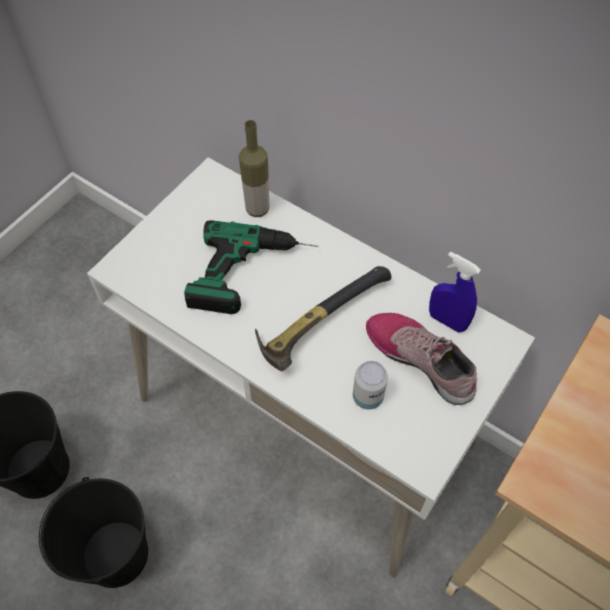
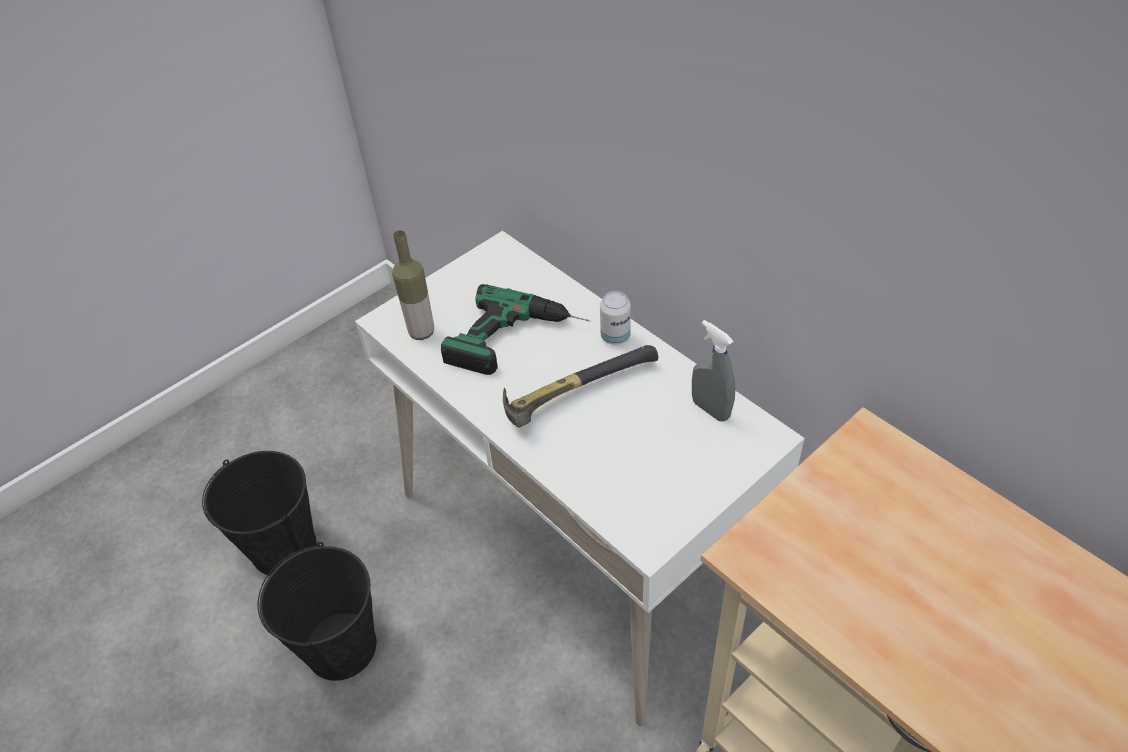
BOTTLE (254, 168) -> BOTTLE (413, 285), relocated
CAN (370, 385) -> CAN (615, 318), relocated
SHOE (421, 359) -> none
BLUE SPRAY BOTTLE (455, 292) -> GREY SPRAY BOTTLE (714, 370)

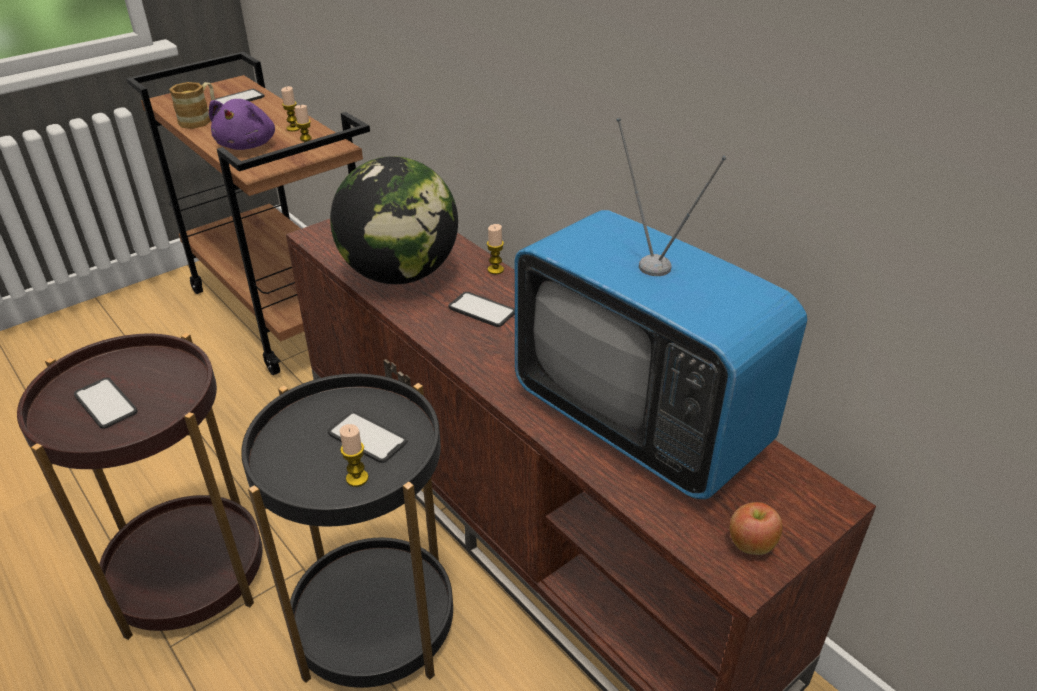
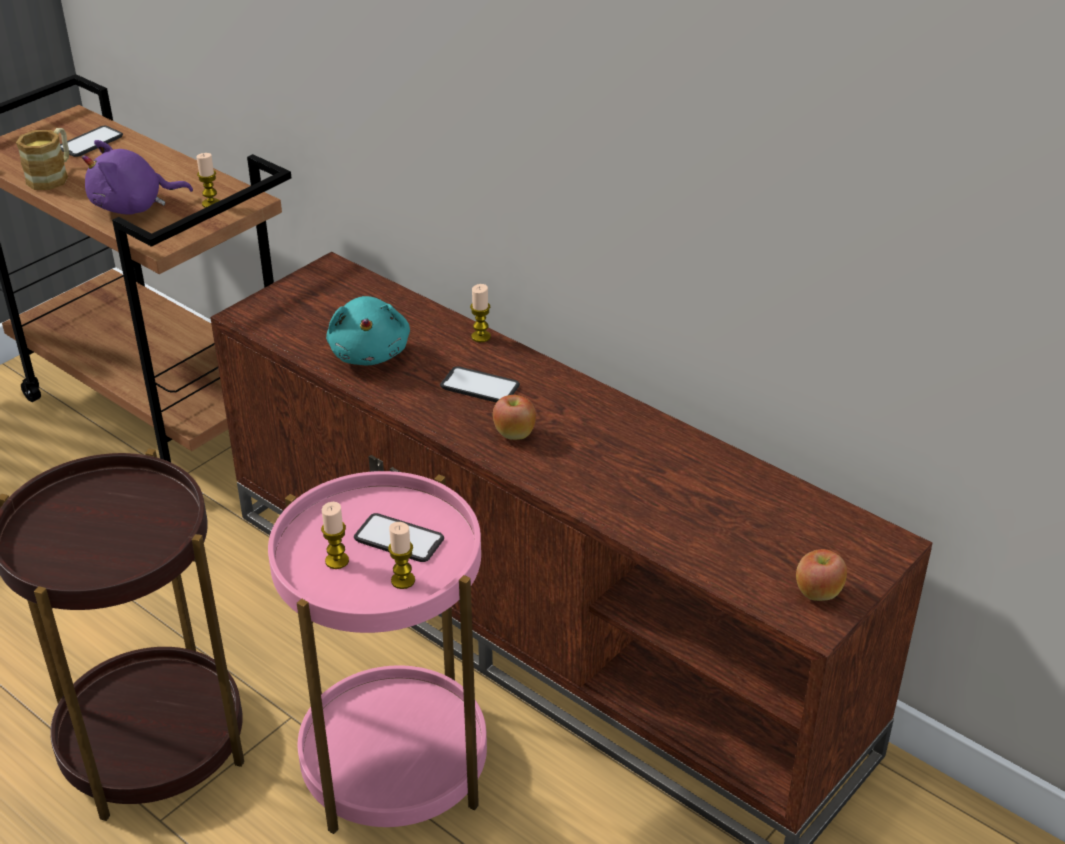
PHONE (106, 403) -> none
PURPLE PLUSH TOY (242, 124) -> PURPLE PLUSH TOY (137, 177), 75 degrees clockwise
BLACK SIDE TABLE (347, 531) -> PINK SIDE TABLE (377, 652)
CANDLE (290, 108) -> CANDLE (335, 535), relocated
GLOBE (394, 220) -> TURQUOISE PLUSH TOY (368, 330)
TELEVISION (661, 308) -> none
none -> APPLE (514, 417)

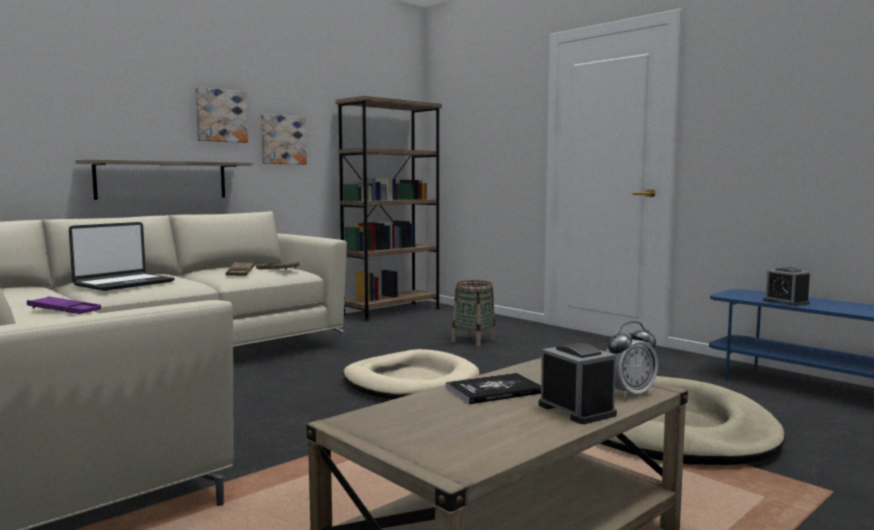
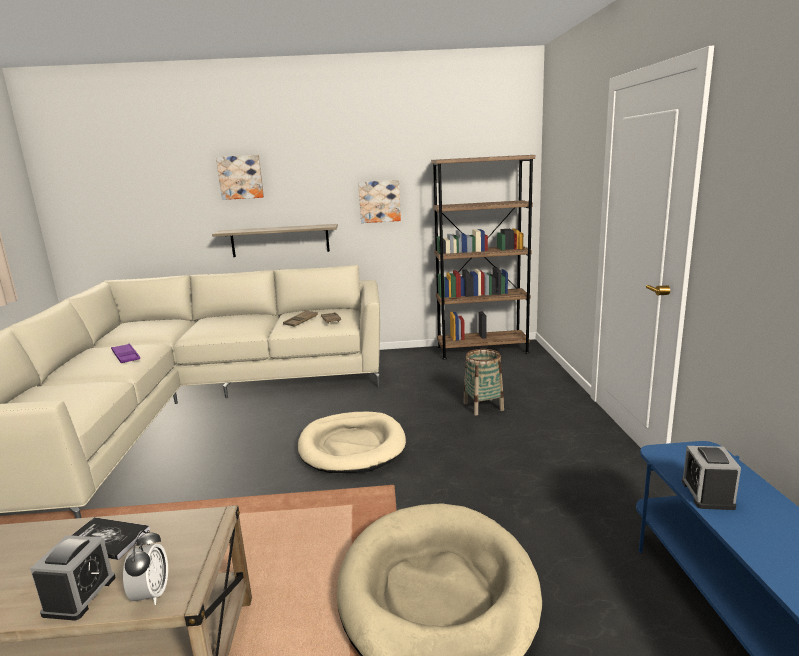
LAPTOP (122, 256) -> none
PICTURE (221, 115) -> PICTURE (240, 177), relocated
ALARM CLOCK (632, 360) -> ALARM CLOCK (145, 567), 105 degrees counterclockwise

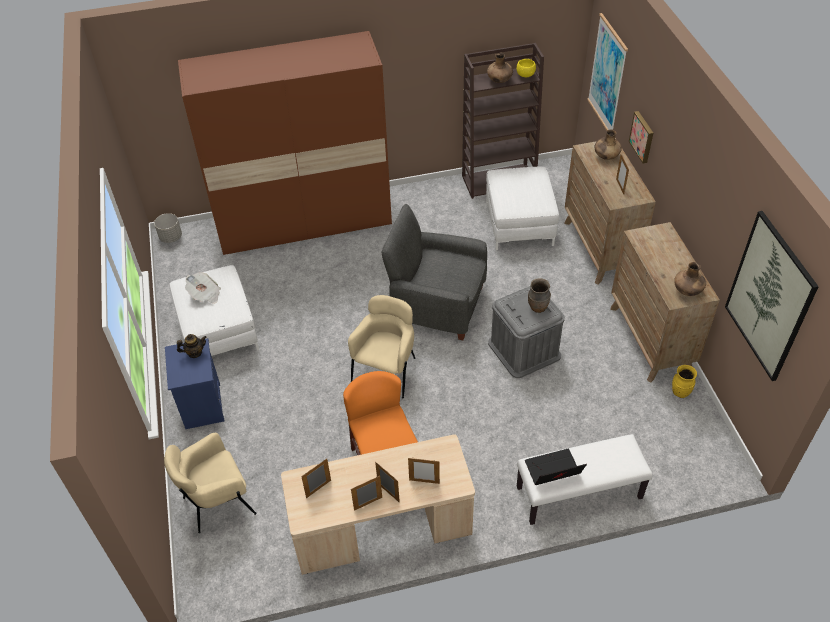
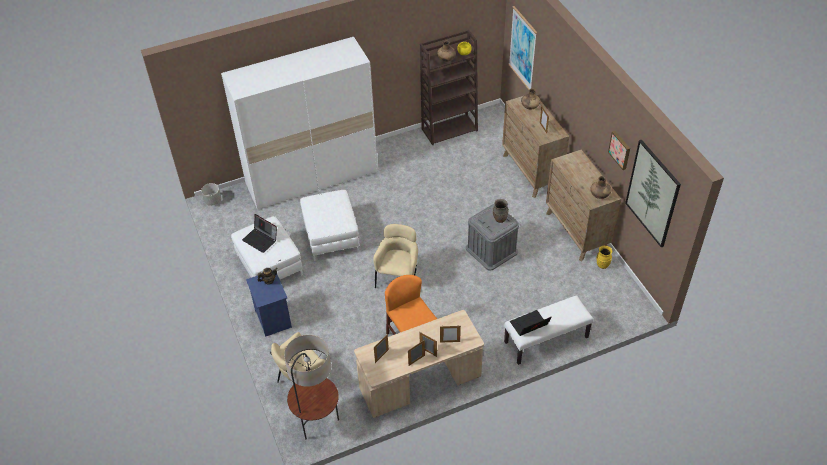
BROWN WARDROBE (285, 143) -> WHITE WARDROBE (299, 123)
NEWSPAPER (203, 288) -> LAPTOP (259, 233)
GREY ARMCHAIR (434, 272) -> none
WHITE OTTOMAN (522, 208) -> WHITE OTTOMAN (329, 225), relocated
PICTURE (641, 137) -> PICTURE (619, 150), relocated
none -> FLOOR LAMP (311, 387)

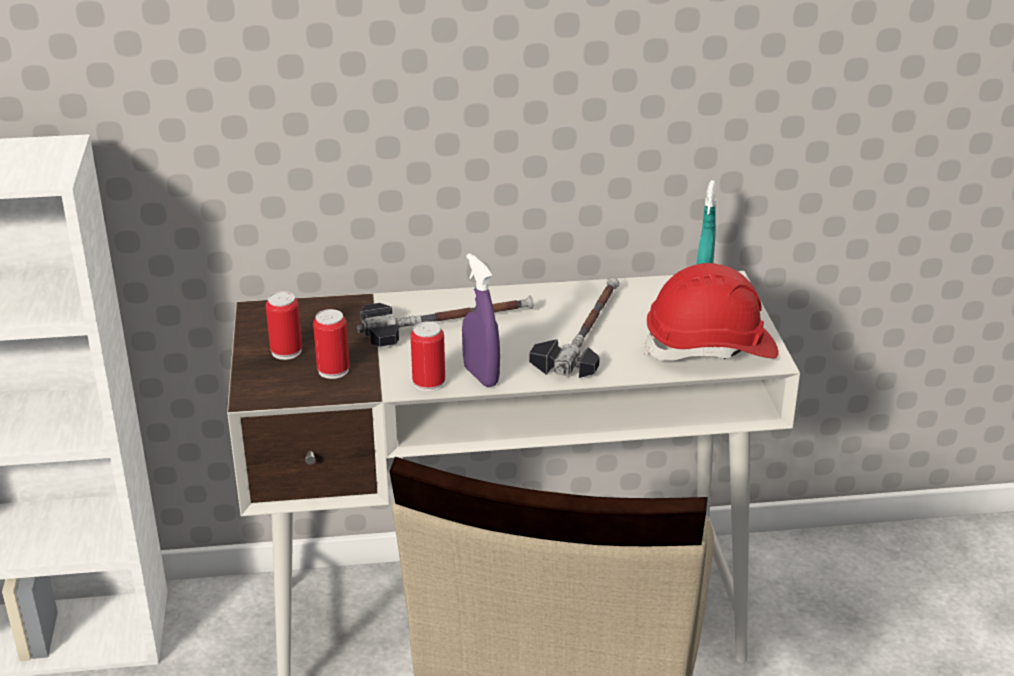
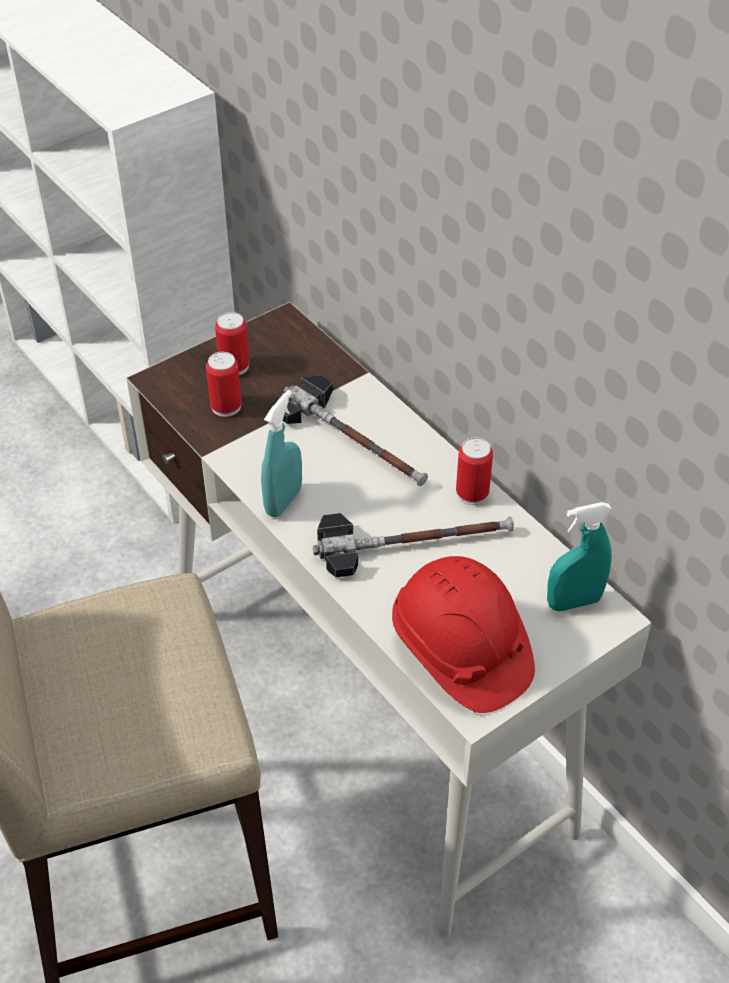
CAN (428, 356) -> CAN (474, 471), relocated
PURPLE SPRAY BOTTLE (481, 320) -> TURQUOISE SPRAY BOTTLE (281, 453)

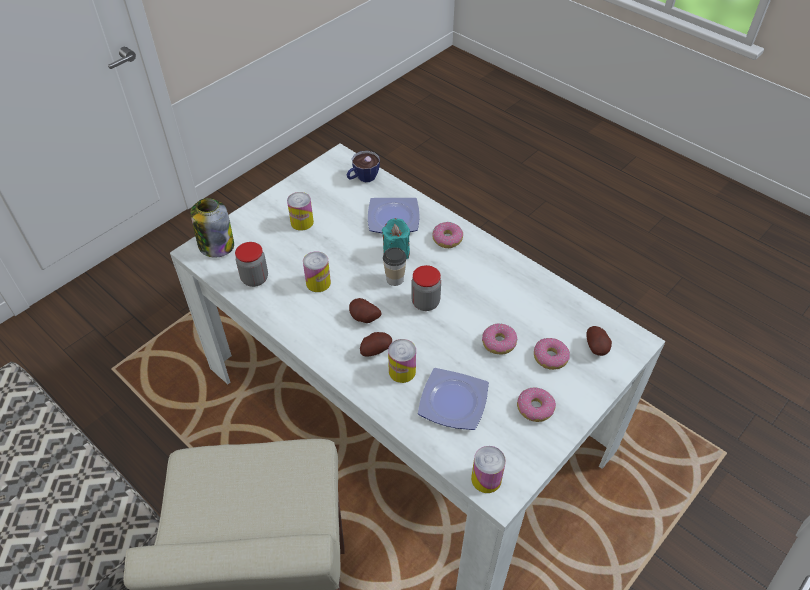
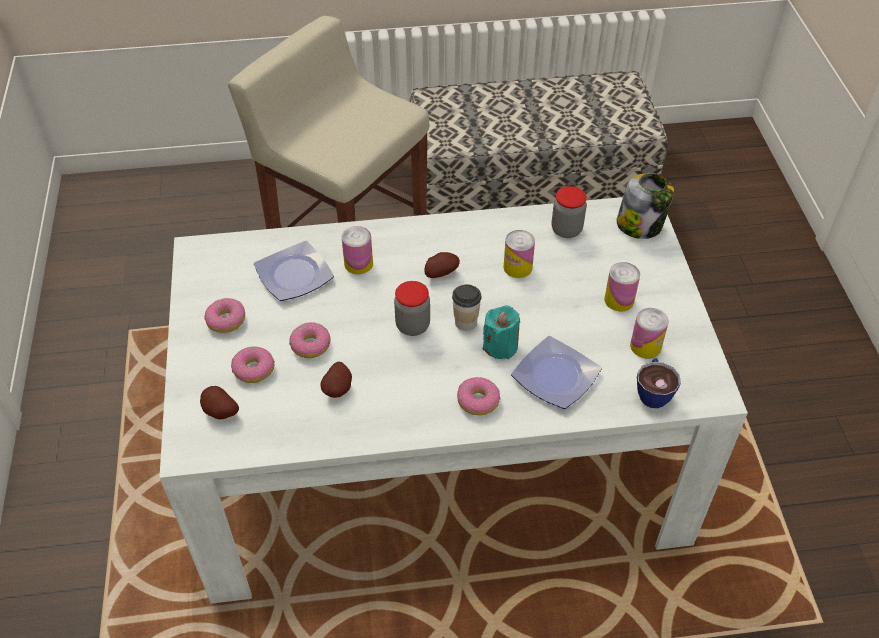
POTATO (376, 344) -> POTATO (336, 380), relocated
CAN (488, 469) -> CAN (649, 333), relocated

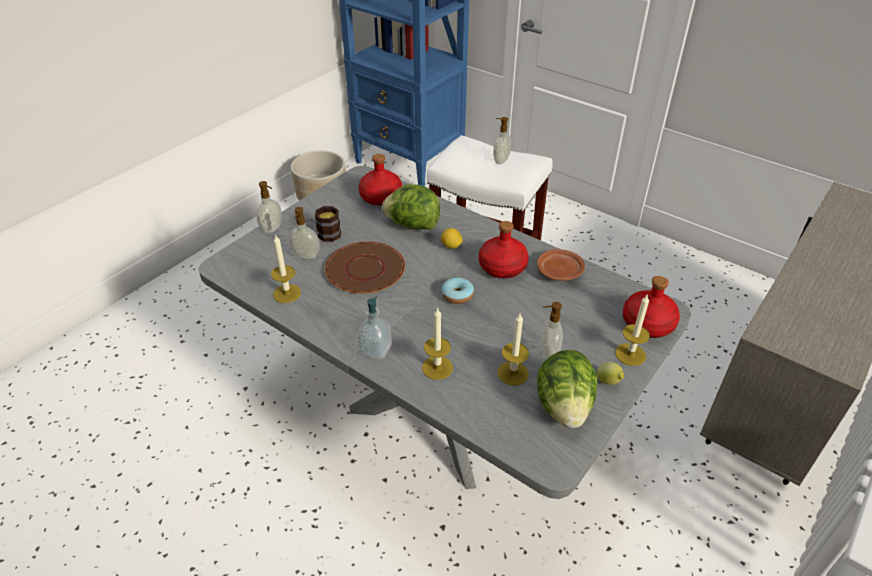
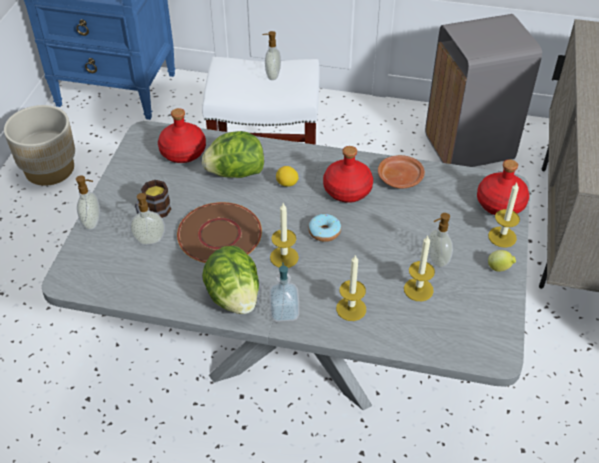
CANDLE (286, 268) -> CANDLE (284, 235), relocated
LETTUCE (567, 389) -> LETTUCE (230, 279), relocated
none -> GREY TRASH CAN (483, 90)

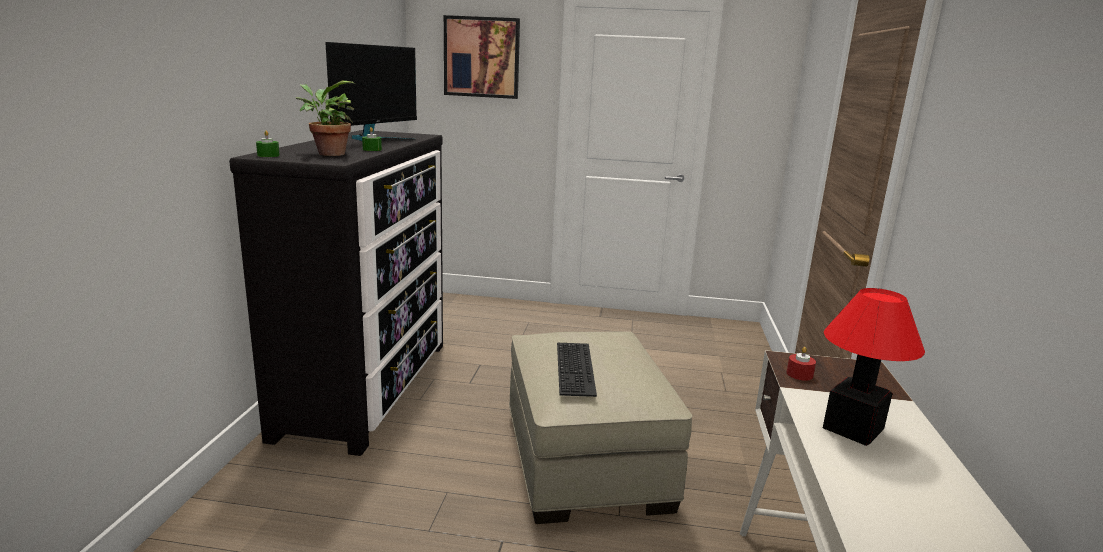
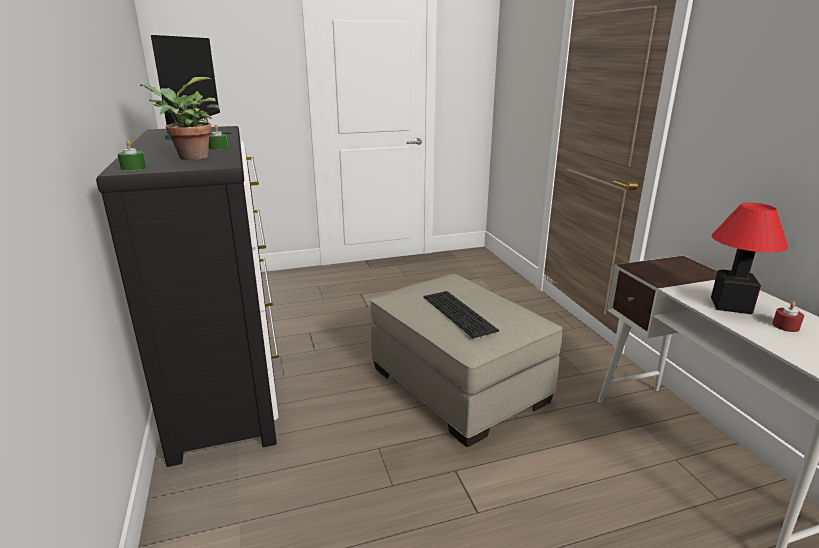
PICTURE (482, 57) -> none
RED CANDLE (801, 364) -> RED CANDLE (788, 317), relocated

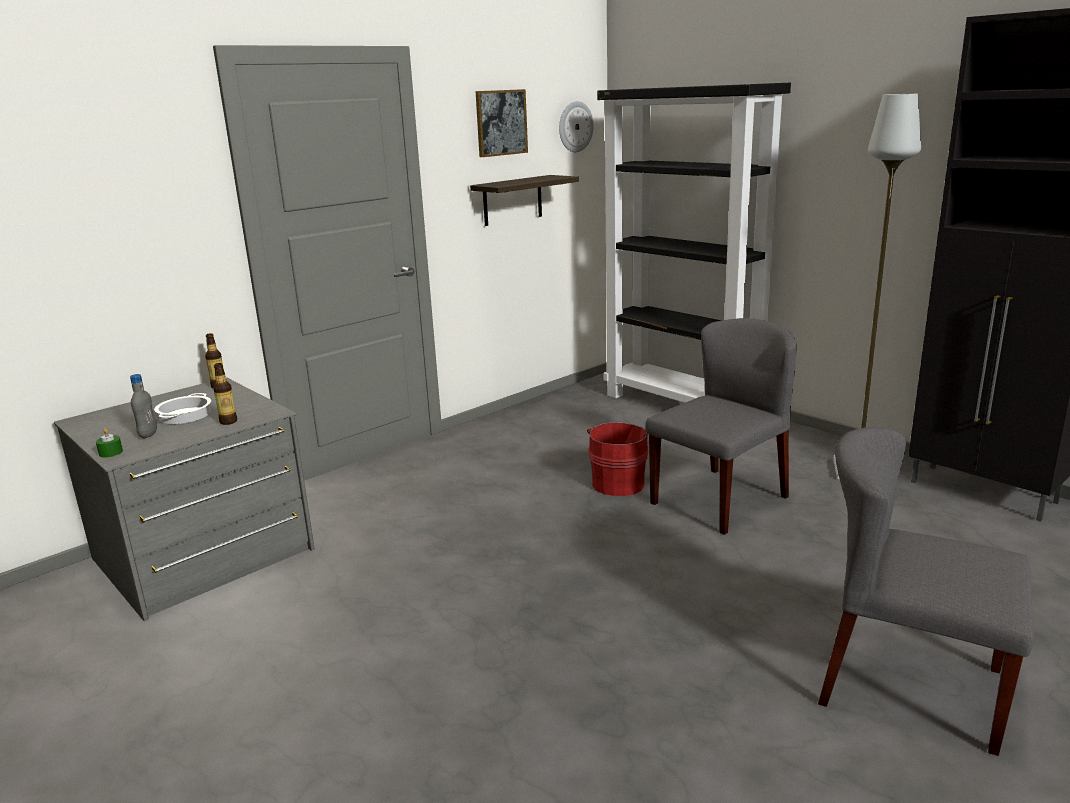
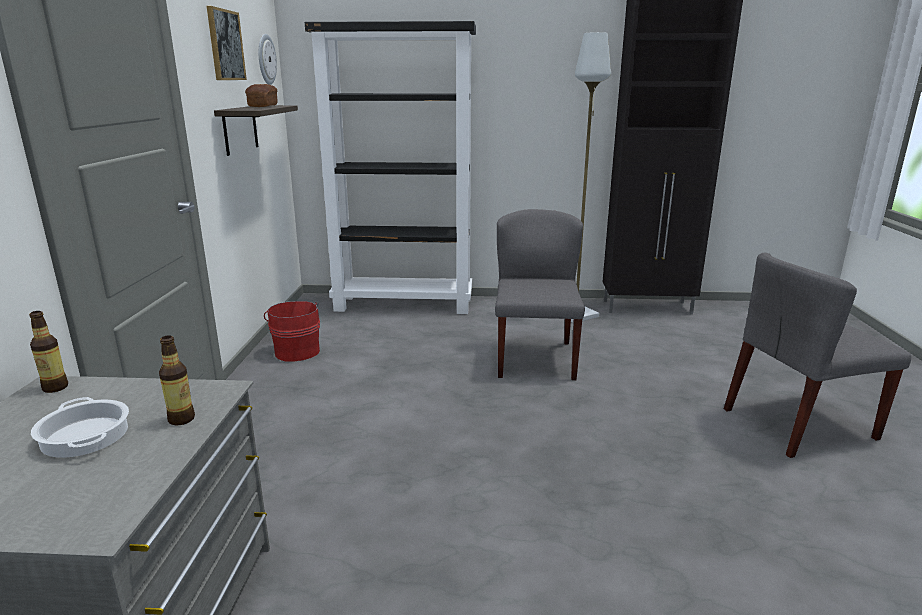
GREEN CANDLE (109, 442) -> none
GREY BOTTLE (143, 406) -> none
RED BUCKET (618, 459) -> RED BUCKET (292, 331), relocated
none -> BREAD (261, 95)

